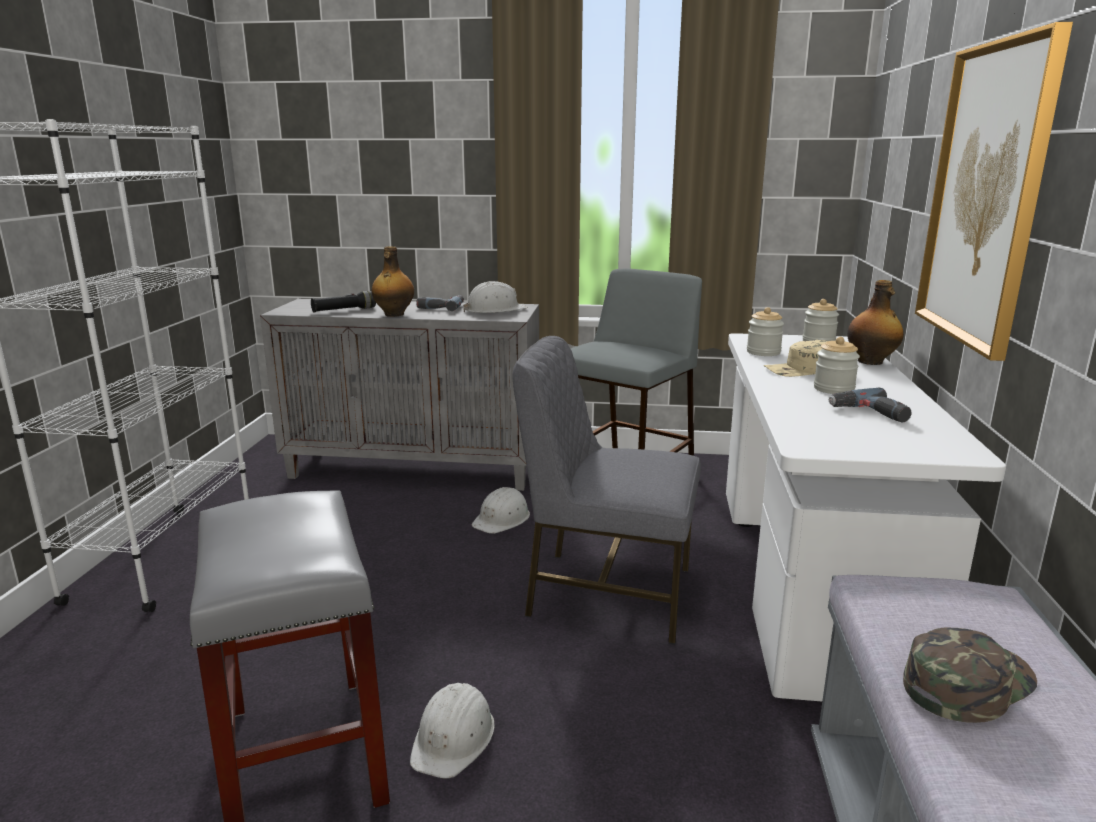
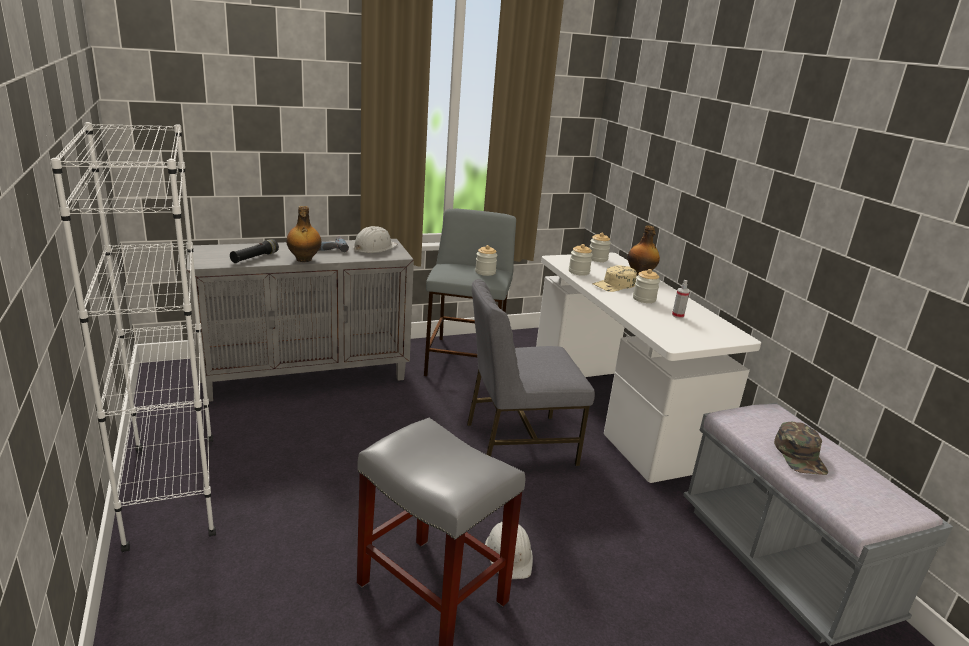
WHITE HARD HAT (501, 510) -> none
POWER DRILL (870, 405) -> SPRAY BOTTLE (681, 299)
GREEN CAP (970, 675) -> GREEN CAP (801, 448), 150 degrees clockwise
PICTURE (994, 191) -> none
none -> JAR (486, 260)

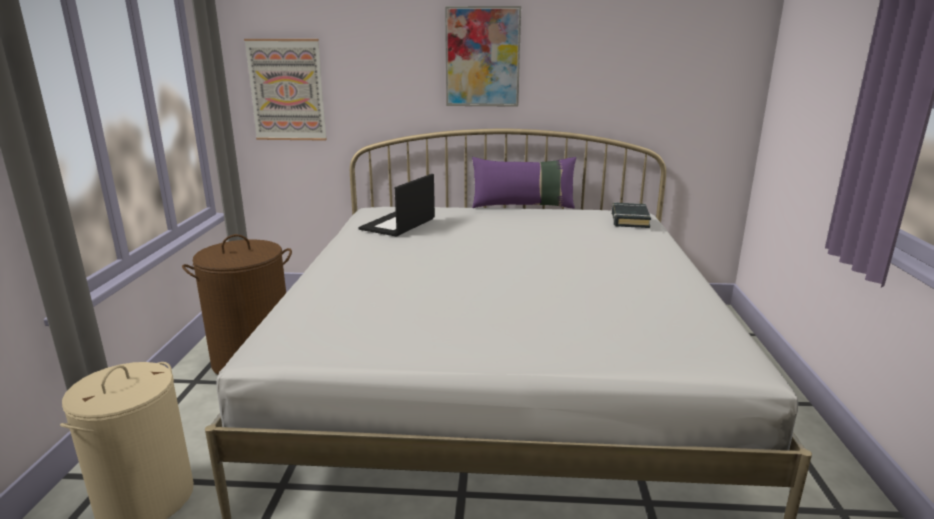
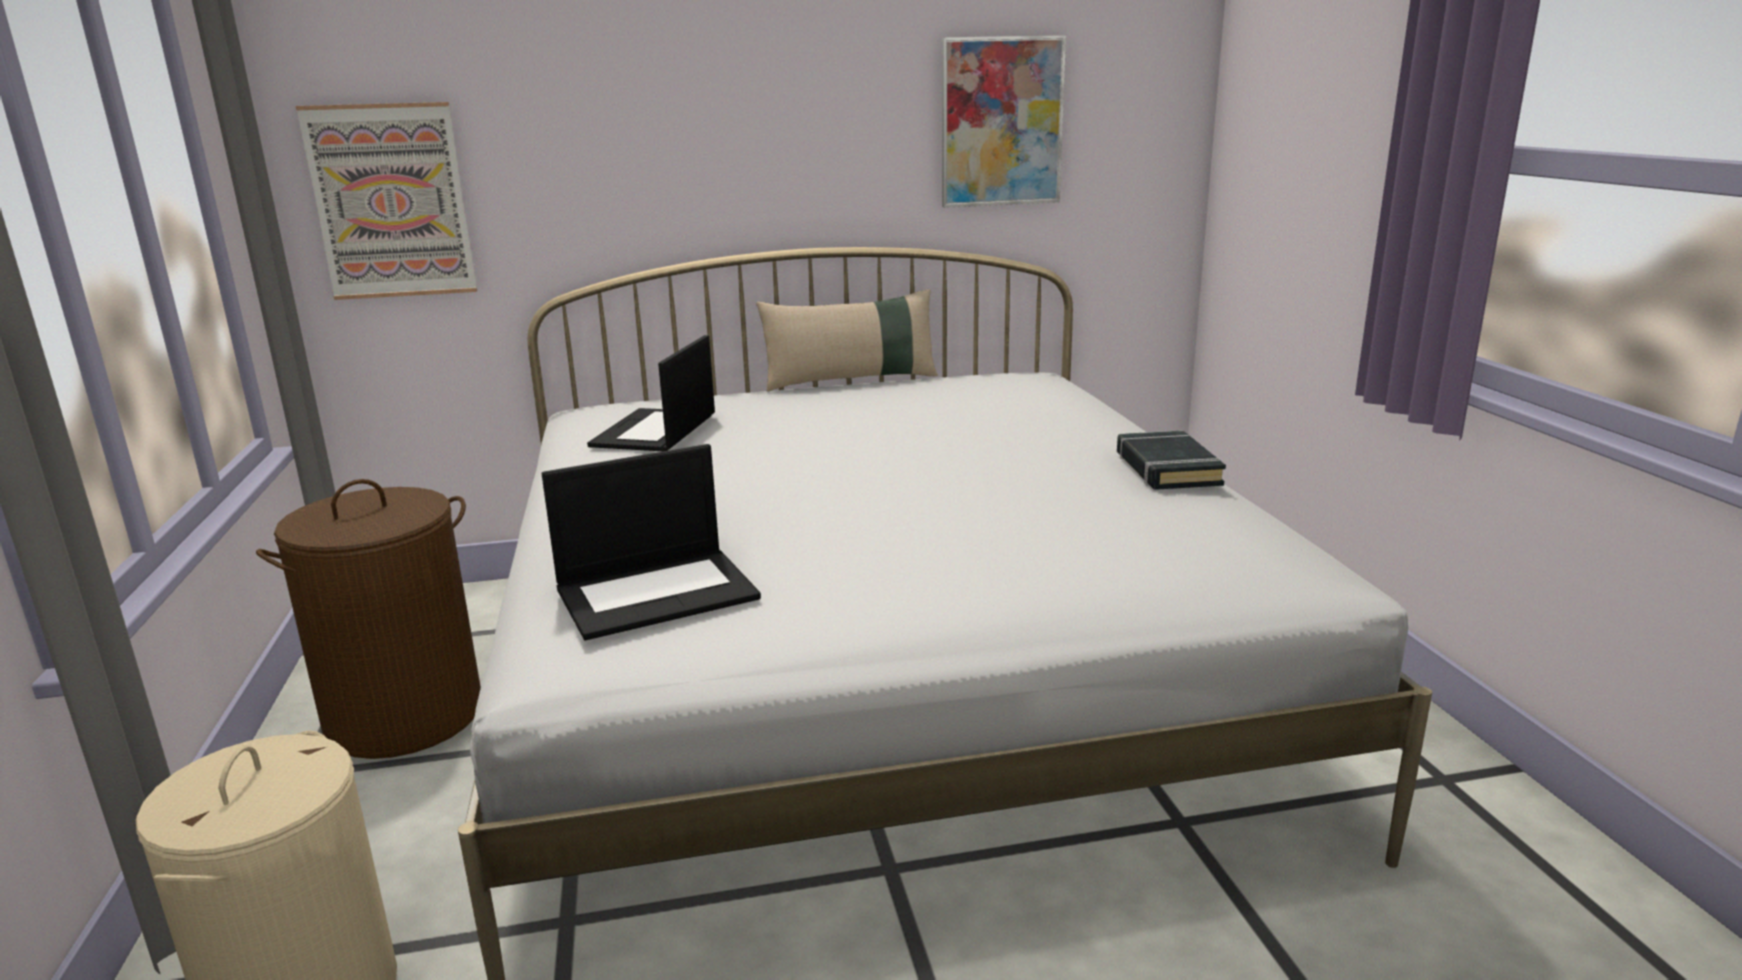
PICTURE (483, 56) -> PICTURE (1004, 121), relocated
PURPLE PILLOW (524, 183) -> BEIGE PILLOW (847, 340)
BLACK BOOK (631, 215) -> BLACK BOOK (1171, 460), relocated
none -> LAPTOP (651, 542)

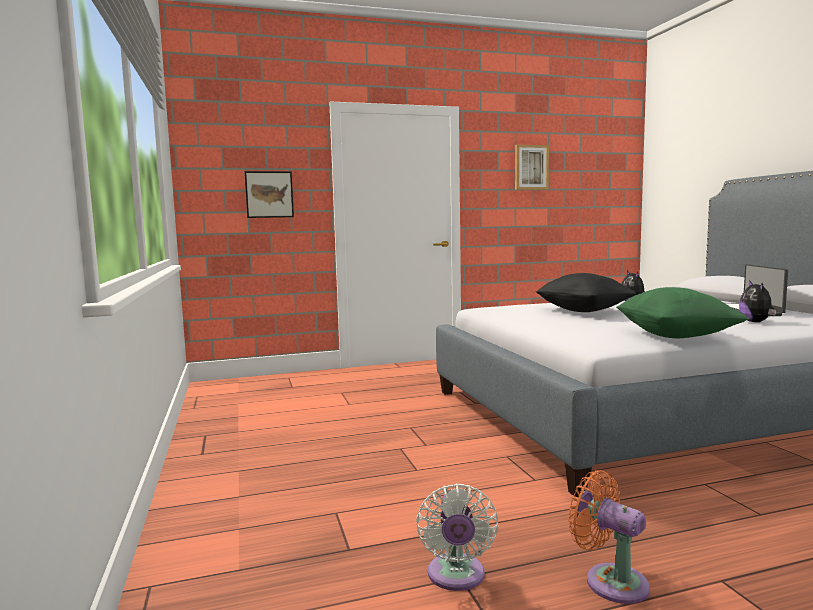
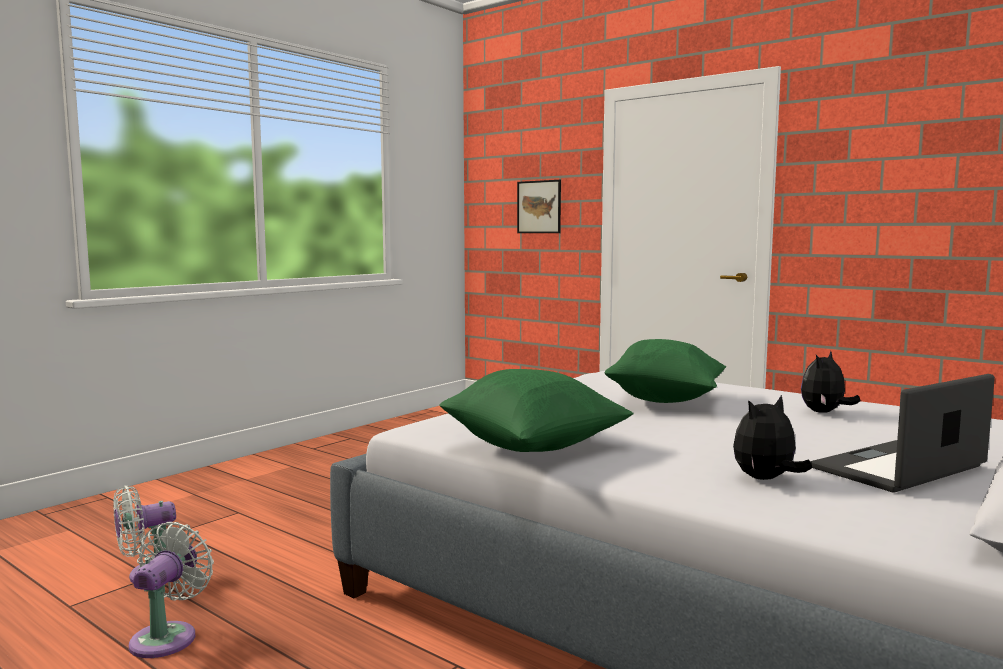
PICTURE (532, 167) -> none
BLACK PILLOW (586, 292) -> GREEN PILLOW (665, 371)
ORANGE FAN (609, 537) -> WHITE FAN (171, 590)

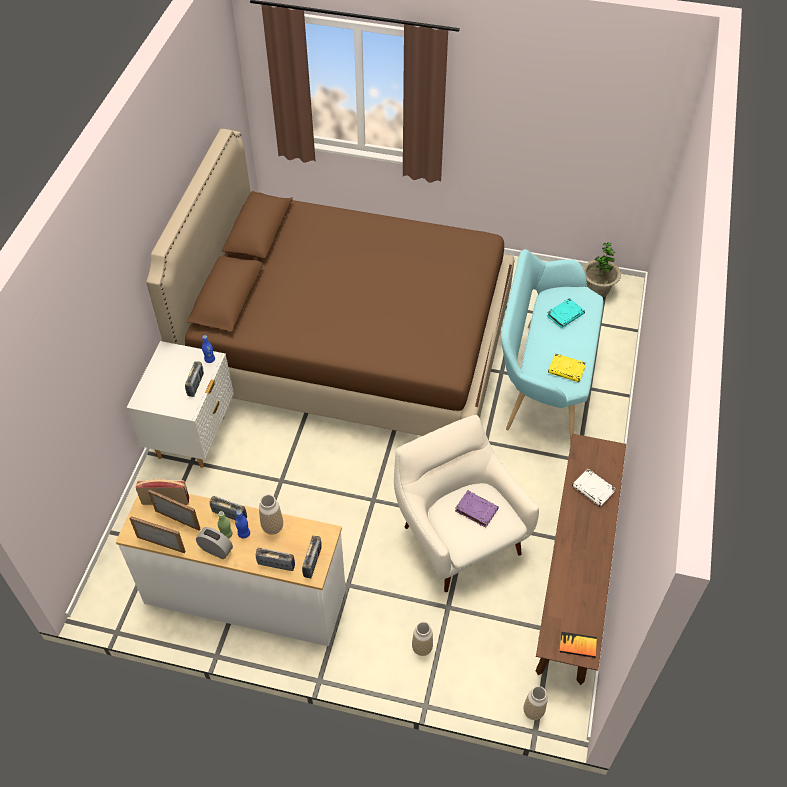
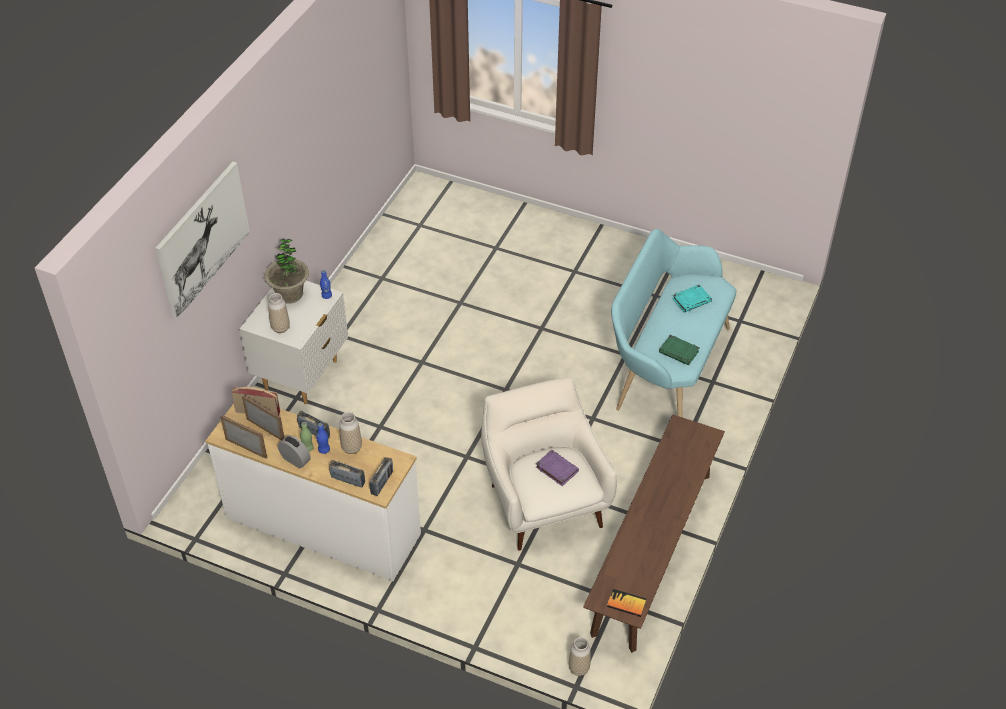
BROWN BED (330, 282) -> none
RADIO (194, 379) -> none
VASE (422, 639) -> VASE (279, 313), relocated
YELLOW BOOK (567, 367) -> GREEN BOOK (679, 350)
WHITE BOOK (594, 488) -> none
POTTED PLANT (602, 269) -> POTTED PLANT (286, 271), relocated
none -> PICTURE (202, 240)

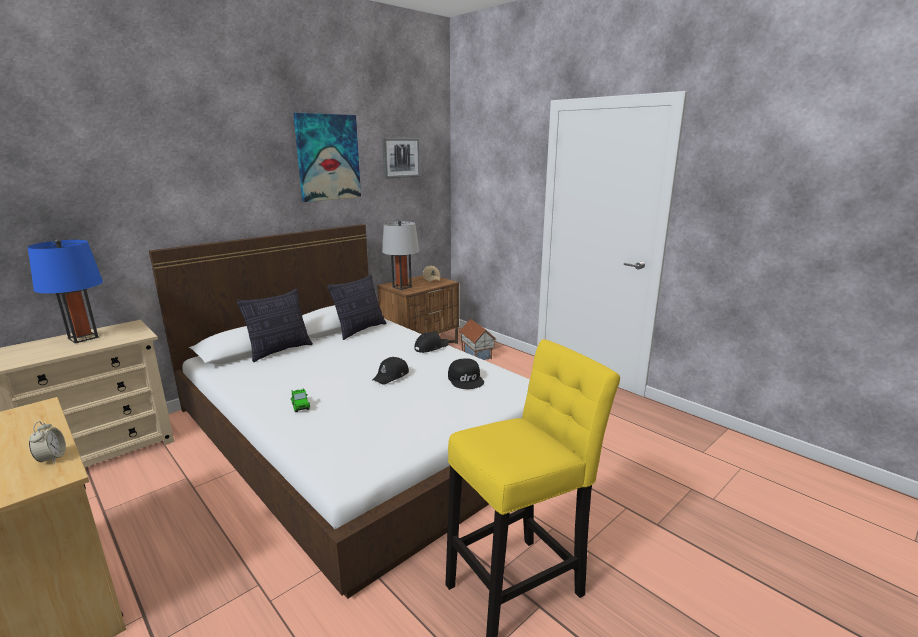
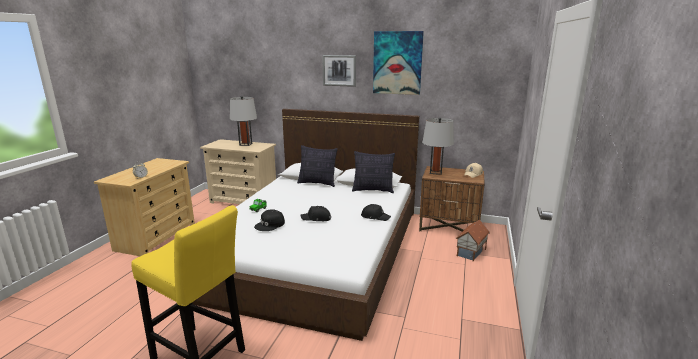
BLUE TABLE LAMP (65, 291) -> GREY TABLE LAMP (243, 121)
PICTURE (401, 158) -> PICTURE (339, 71), relocated
BLACK CAP (466, 373) -> BLACK CAP (269, 220), relocated

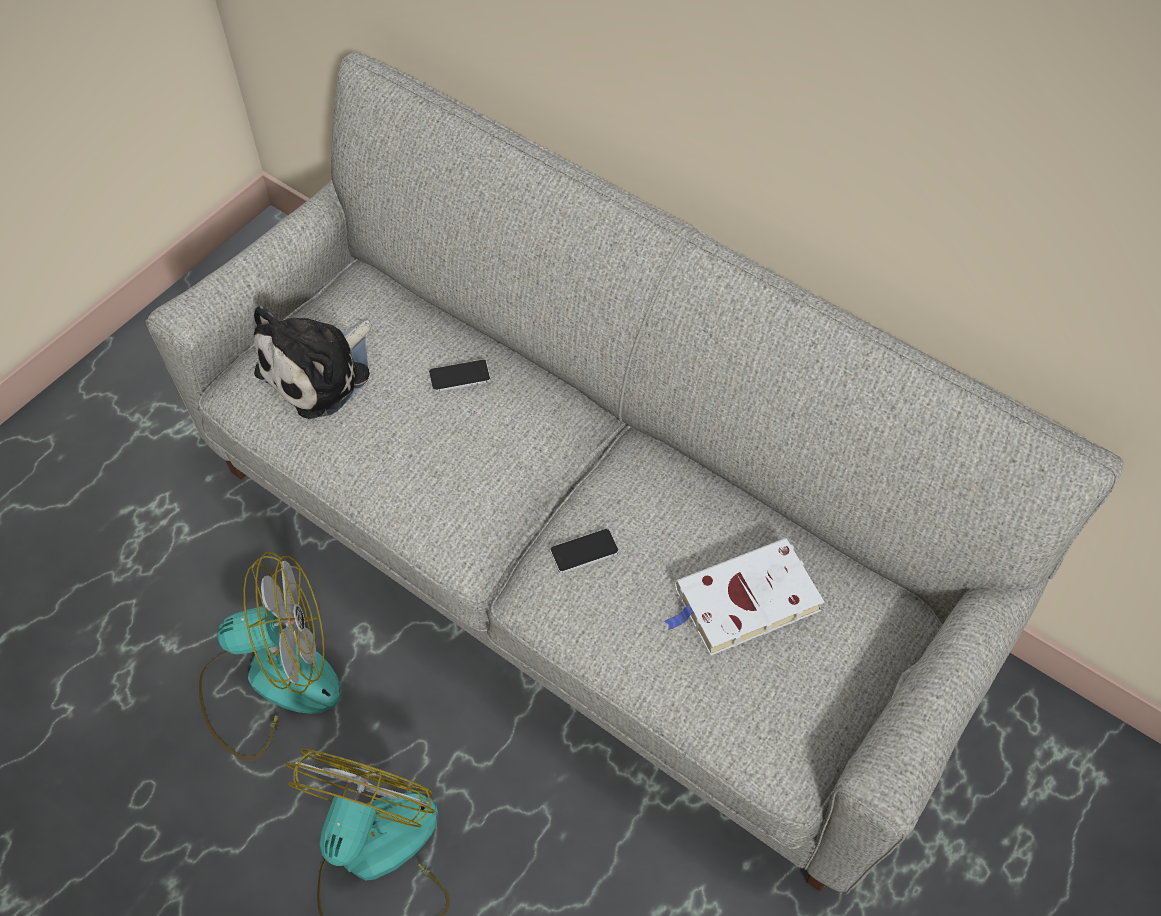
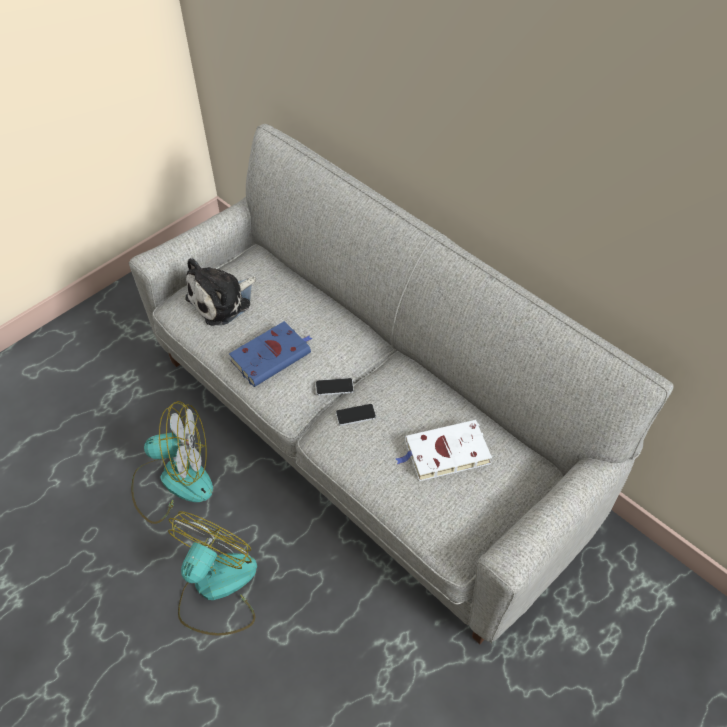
PHONE (460, 375) -> PHONE (335, 386), relocated
none -> BLUE BOOK (271, 354)

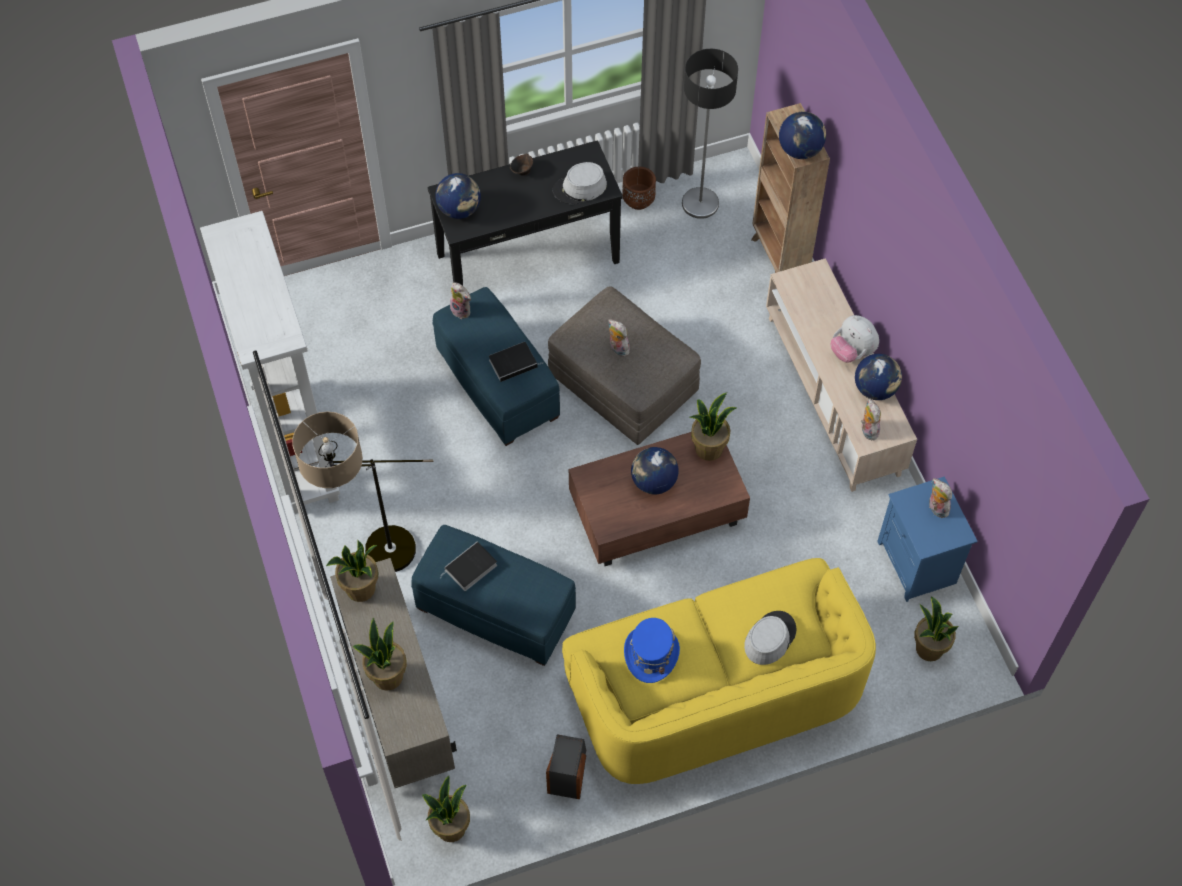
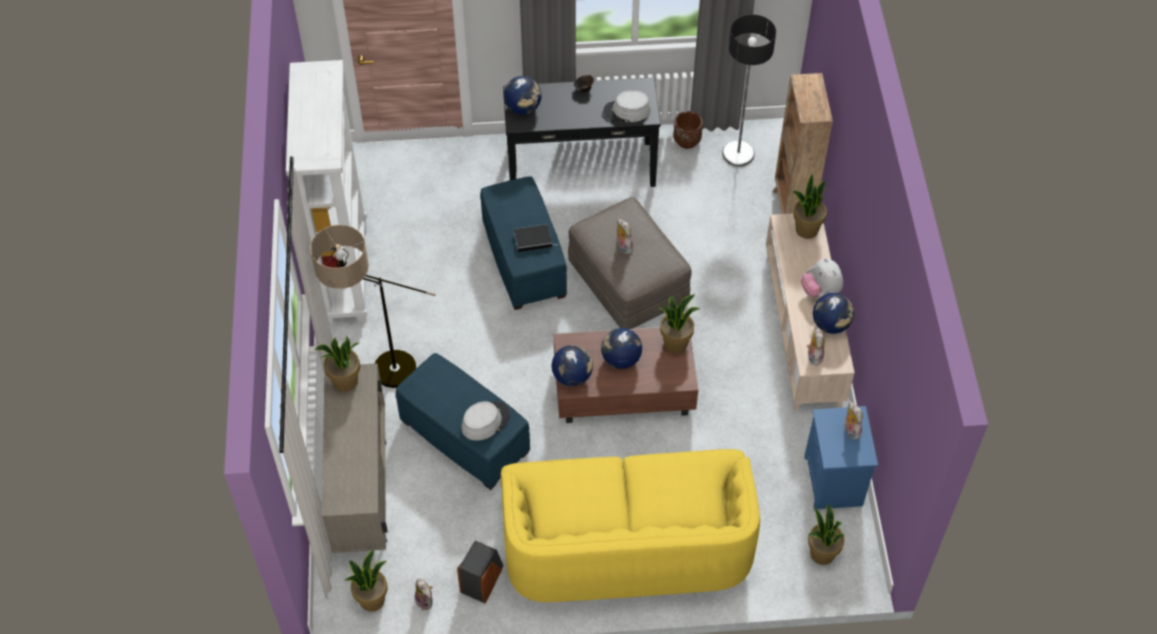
POTTED PLANT (380, 654) -> POTTED PLANT (810, 206), relocated
BOOK (468, 566) -> none
PLUSH TOY (460, 300) -> PLUSH TOY (424, 594), relocated
BLUE HAT (652, 650) -> none
GREY HAT (770, 638) -> GREY HAT (485, 421), relocated
GLOBE (802, 135) -> GLOBE (572, 365), relocated

